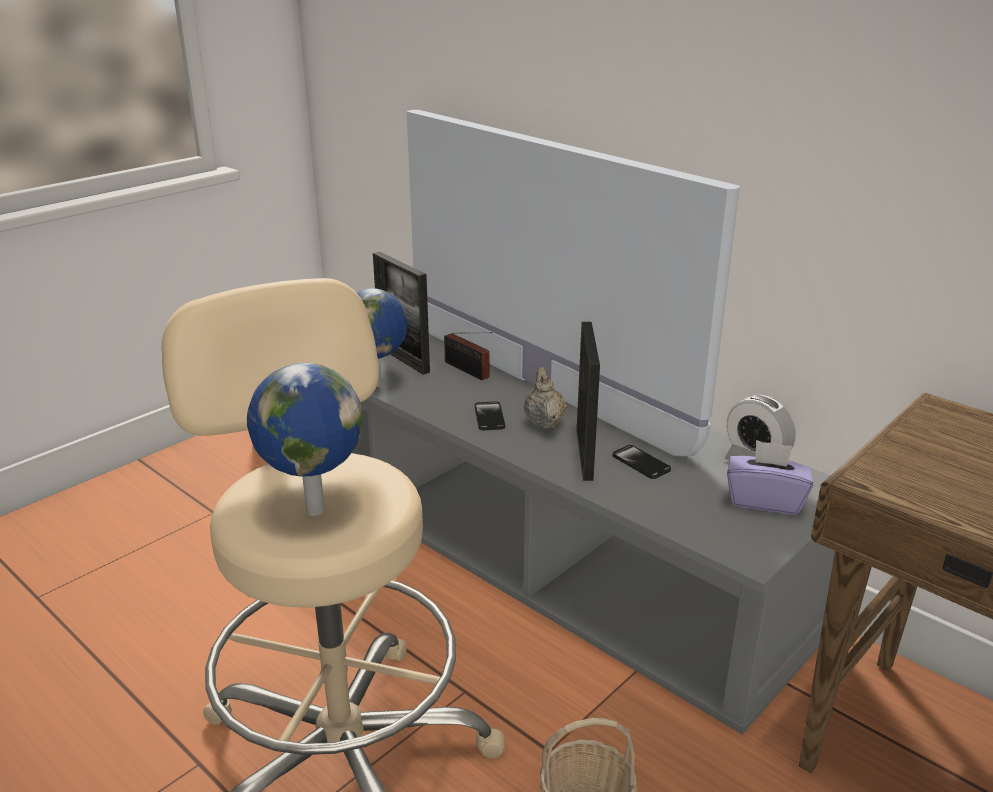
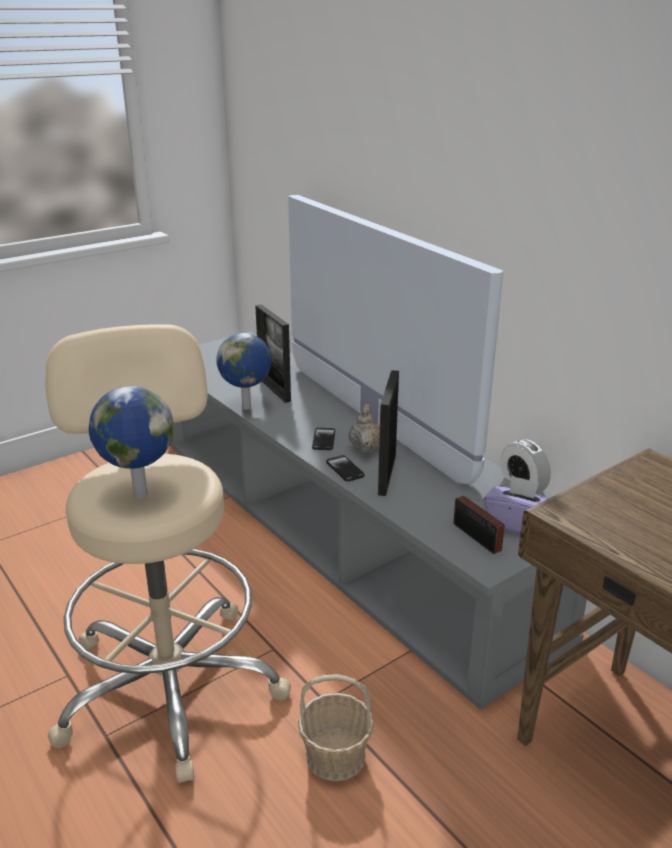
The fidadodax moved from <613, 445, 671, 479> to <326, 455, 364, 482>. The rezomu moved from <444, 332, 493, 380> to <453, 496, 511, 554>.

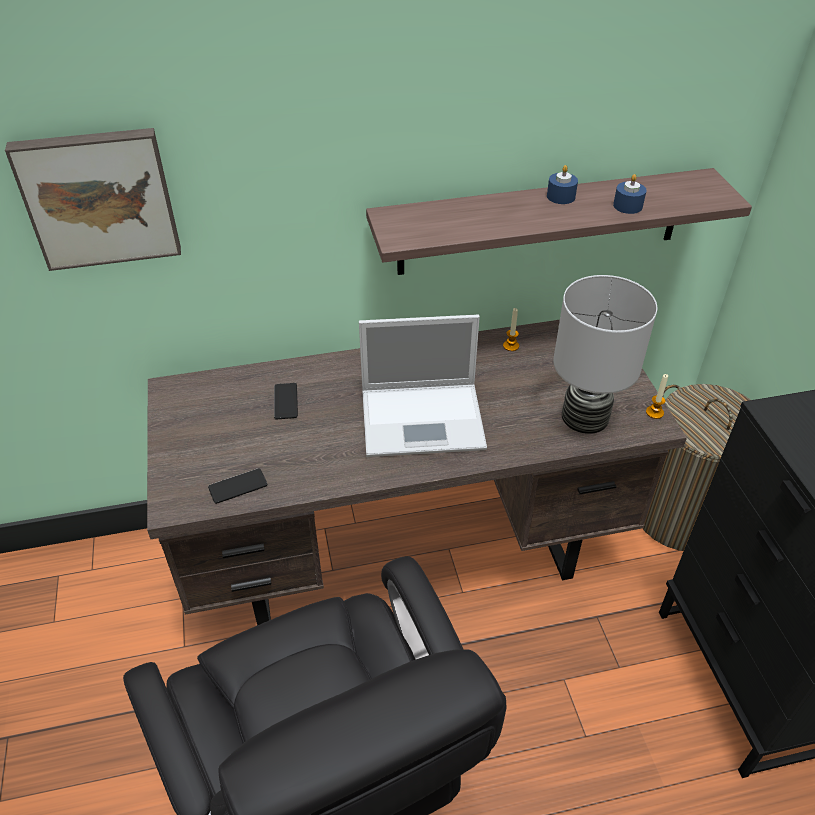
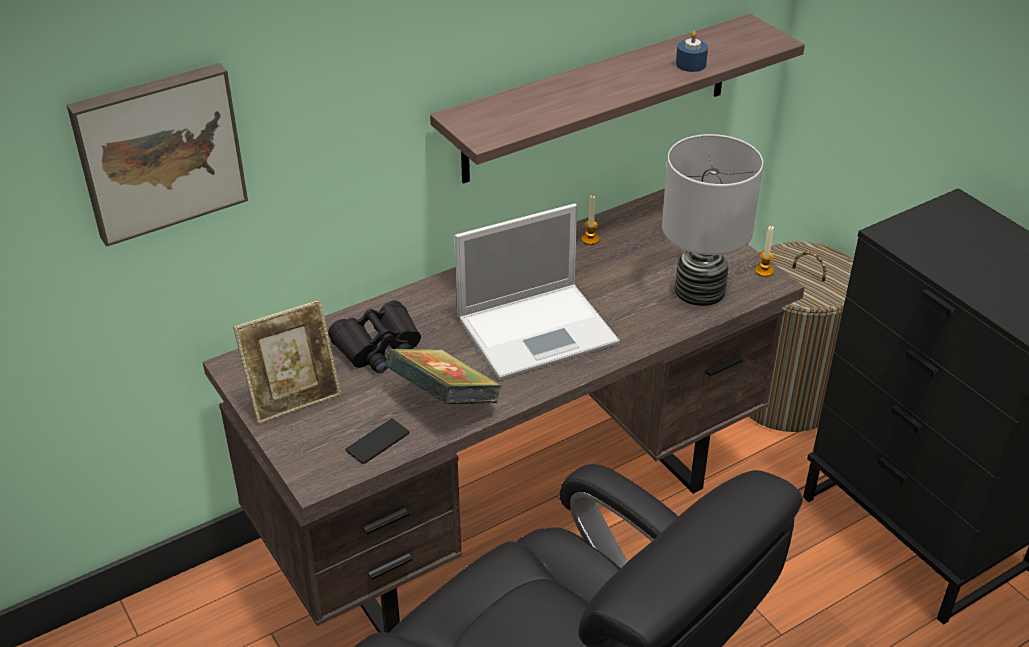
The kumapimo at <233, 300, 341, 424> appeared. The fidadodax at <274, 383, 298, 420> was replaced by the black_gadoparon at <328, 301, 421, 373>. The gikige at <385, 348, 502, 404> appeared. The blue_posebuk at <547, 165, 578, 204> disappeared.

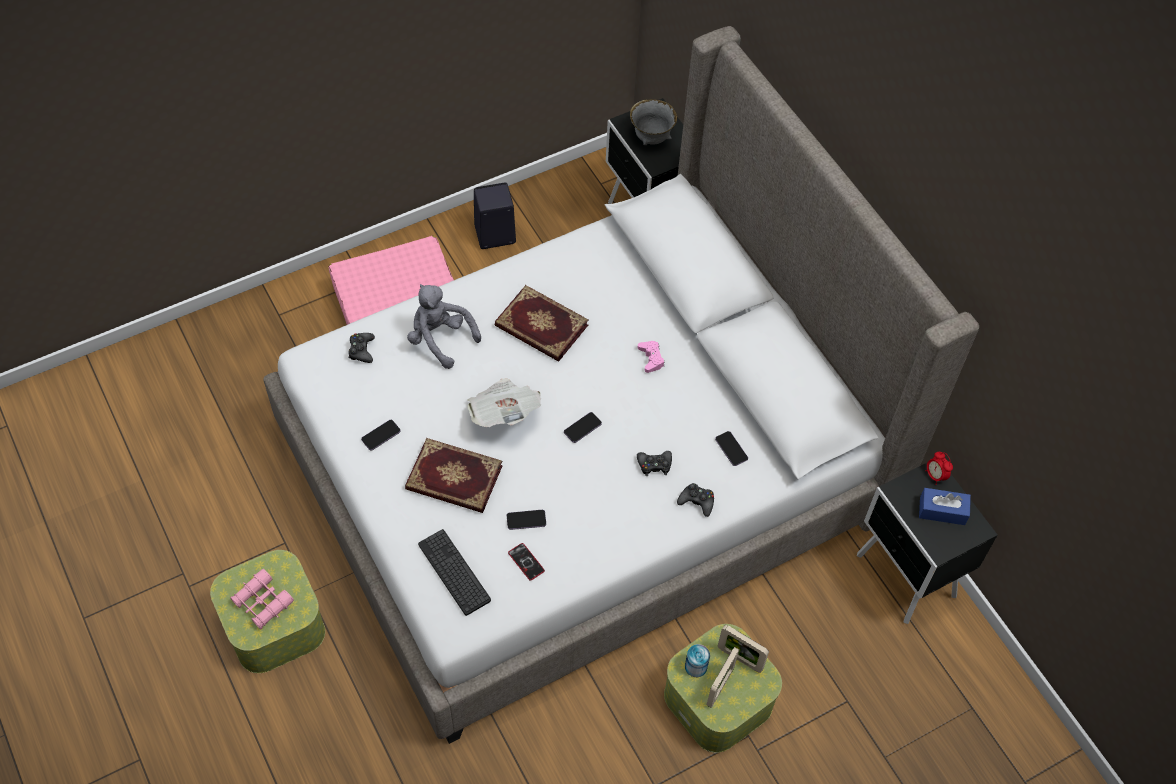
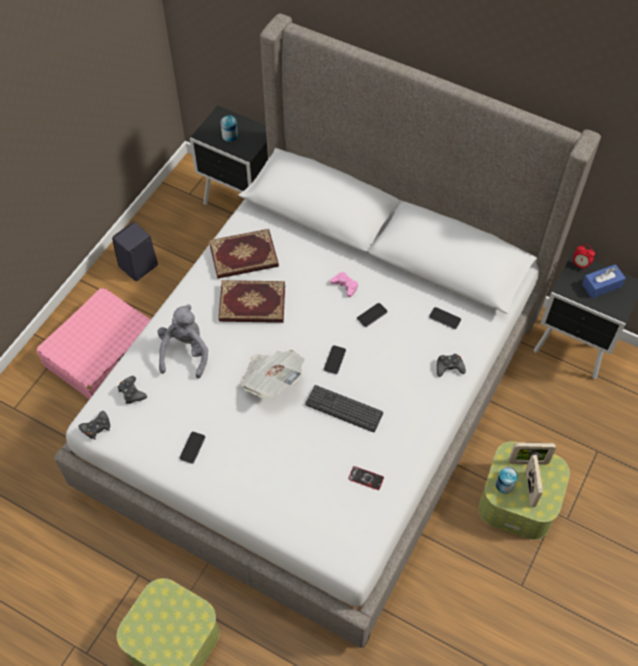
The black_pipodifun moved from <637, 451, 672, 476> to <78, 411, 110, 440>. The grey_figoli at <407, 284, 481, 369> turned 90 degrees clockwise. The gikige moved from <405, 438, 503, 513> to <209, 229, 279, 279>. The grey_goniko at <630, 99, 677, 145> was replaced by the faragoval at <221, 115, 238, 142>. The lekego moved from <418, 529, 491, 616> to <305, 385, 383, 432>. The fidadodax moved from <507, 510, 546, 530> to <357, 303, 387, 327>. The pink_gadoparon at <230, 569, 294, 629> disappeared.

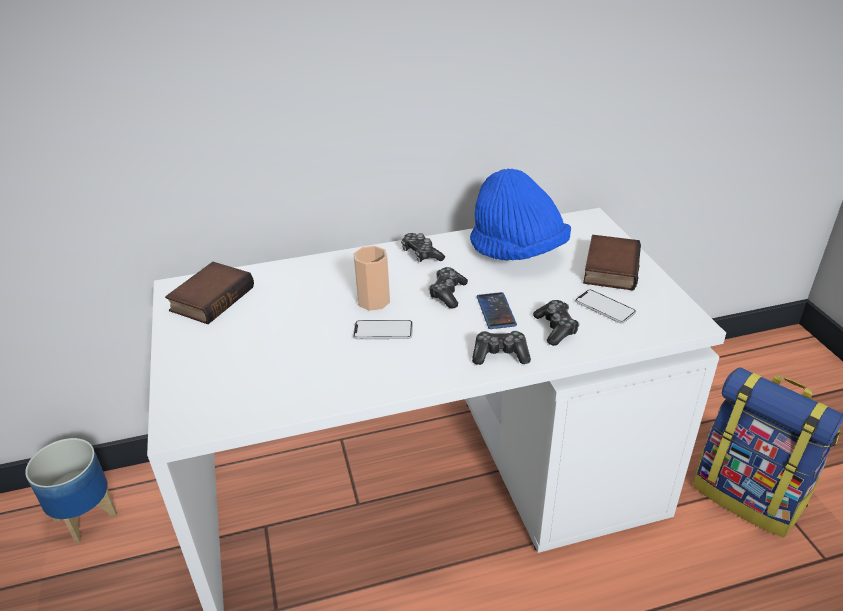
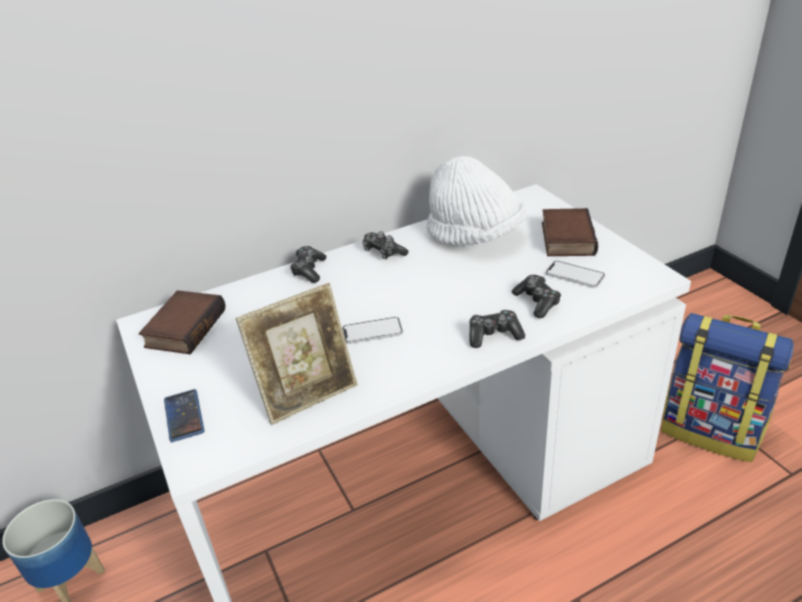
The fidadodax moved from <477, 292, 517, 329> to <164, 389, 205, 442>. The kumapimo at <236, 283, 357, 425> appeared. The pipodifun moved from <429, 267, 468, 309> to <290, 246, 326, 283>. The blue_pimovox at <470, 169, 571, 260> became the white_pimovox at <426, 156, 526, 246>. The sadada at <353, 246, 390, 311> disappeared.

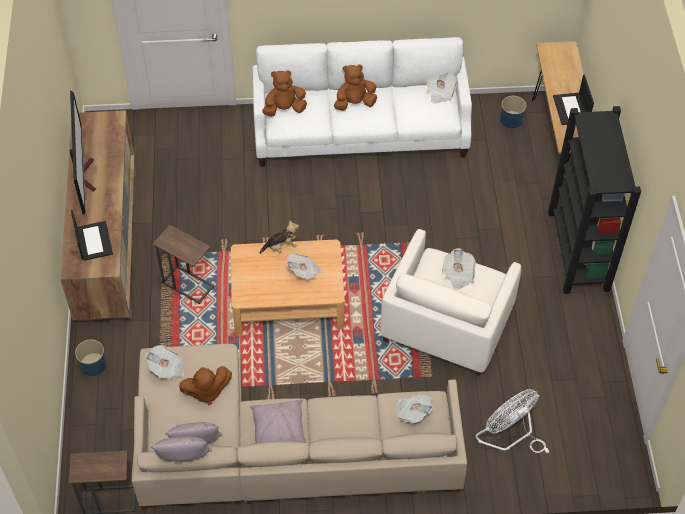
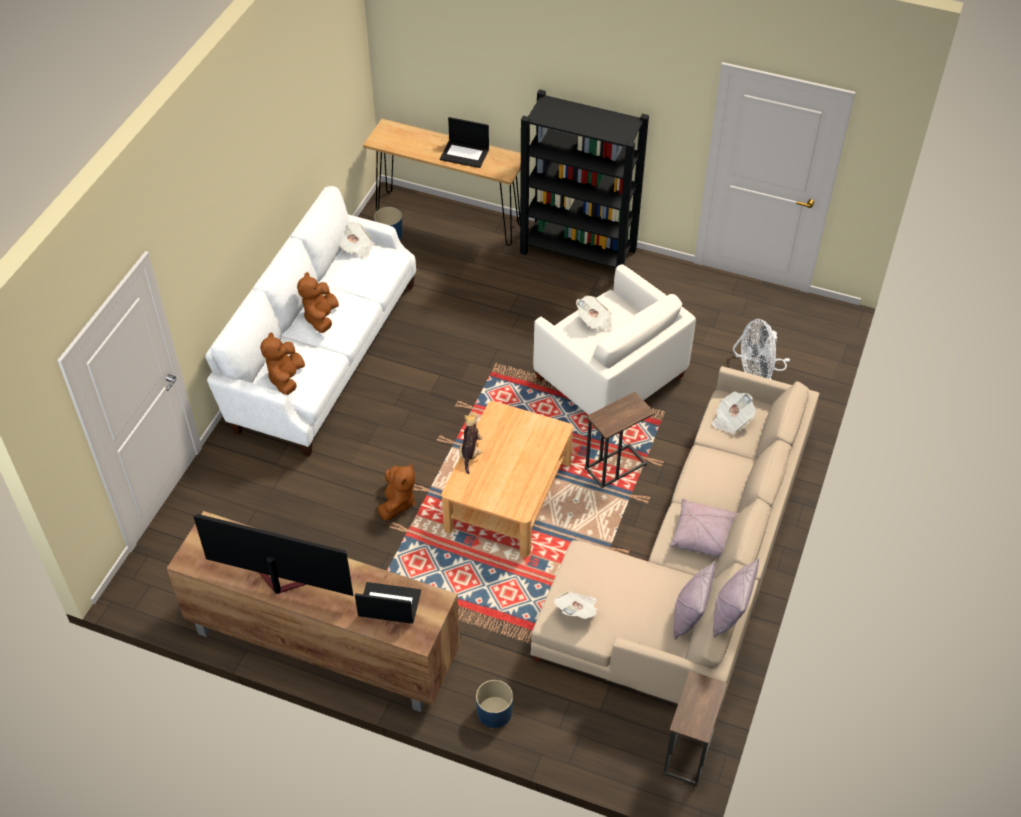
The brown_figoli moved from <179, 366, 232, 405> to <377, 463, 415, 520>. The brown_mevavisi moved from <153, 225, 214, 304> to <585, 392, 655, 488>. The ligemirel at <286, 253, 323, 280> disappeared.

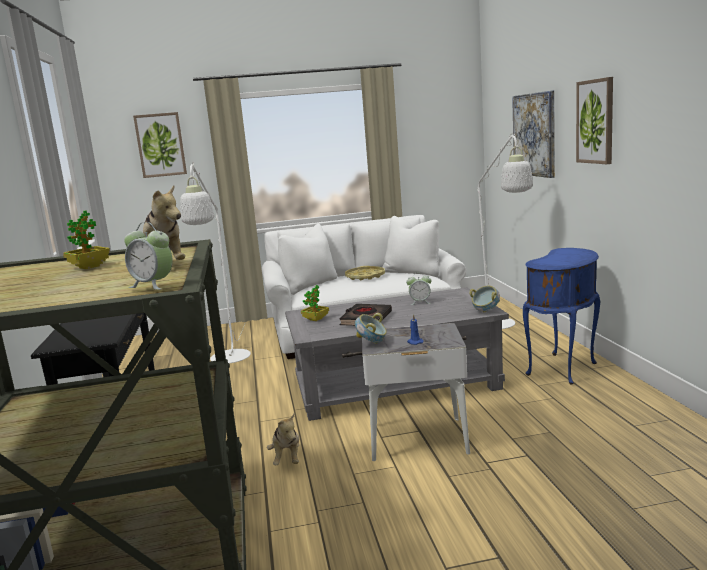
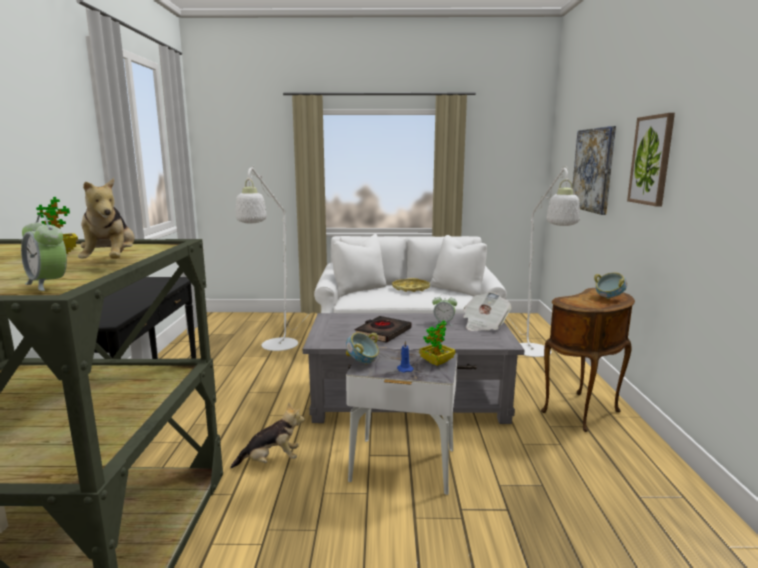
The figoli at <267, 414, 299, 465> turned 105 degrees counterclockwise. The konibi moved from <301, 285, 329, 321> to <419, 320, 455, 366>. The ligemirel at <463, 292, 512, 331> appeared. The blue_mevavisi at <523, 248, 600, 385> became the brown_mevavisi at <541, 288, 635, 432>. The goniko moved from <469, 286, 500, 313> to <594, 272, 627, 299>. The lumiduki at <133, 112, 187, 178> disappeared.

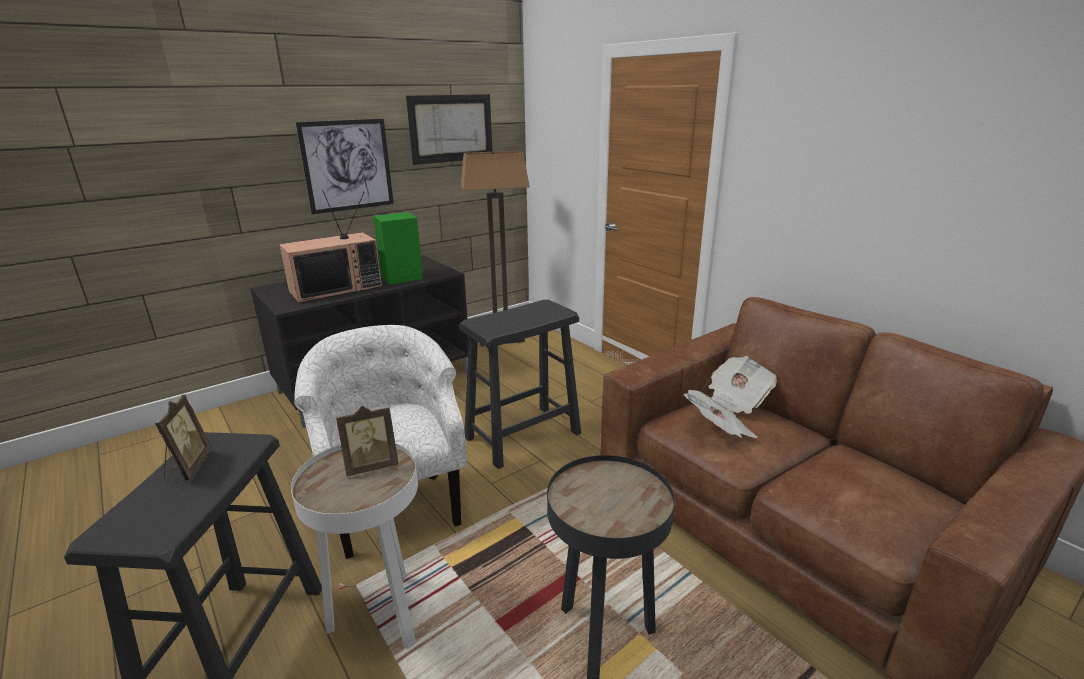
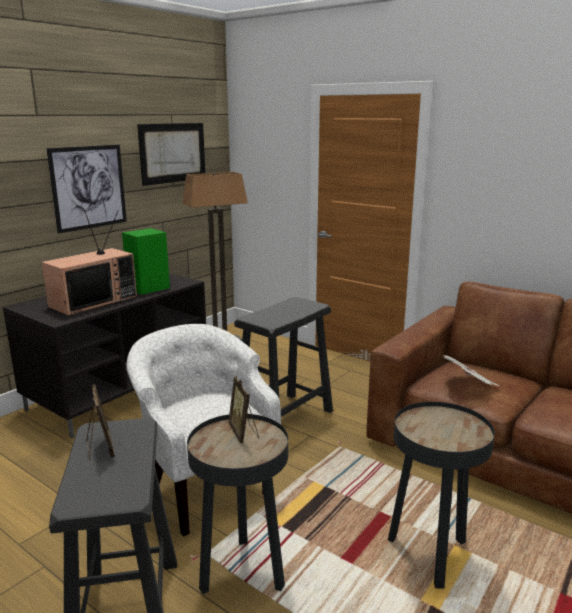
The white_mevavisi at <291, 443, 418, 649> became the black_mevavisi at <187, 414, 288, 594>. The kumapimo at <336, 406, 398, 476> turned 105 degrees clockwise. The ligemirel at <709, 356, 777, 414> disappeared.

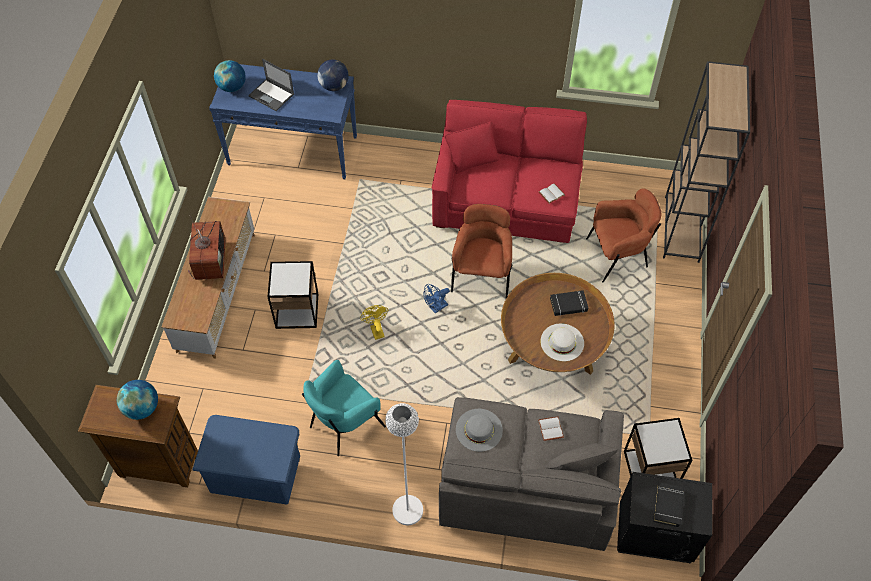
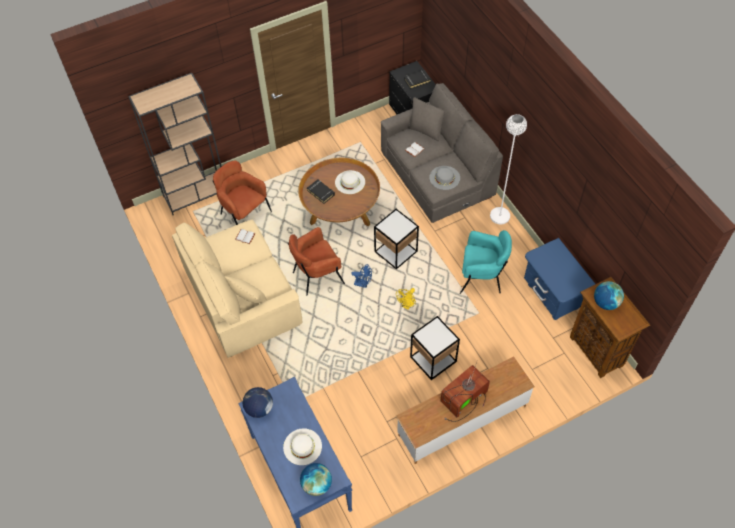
The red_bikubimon at <432, 100, 587, 243> became the beige_bikubimon at <172, 220, 302, 358>. The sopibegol at <248, 59, 294, 111> was replaced by the white_pimovox at <283, 428, 322, 465>. The mevavisi moved from <624, 418, 692, 479> to <374, 209, 419, 269>.

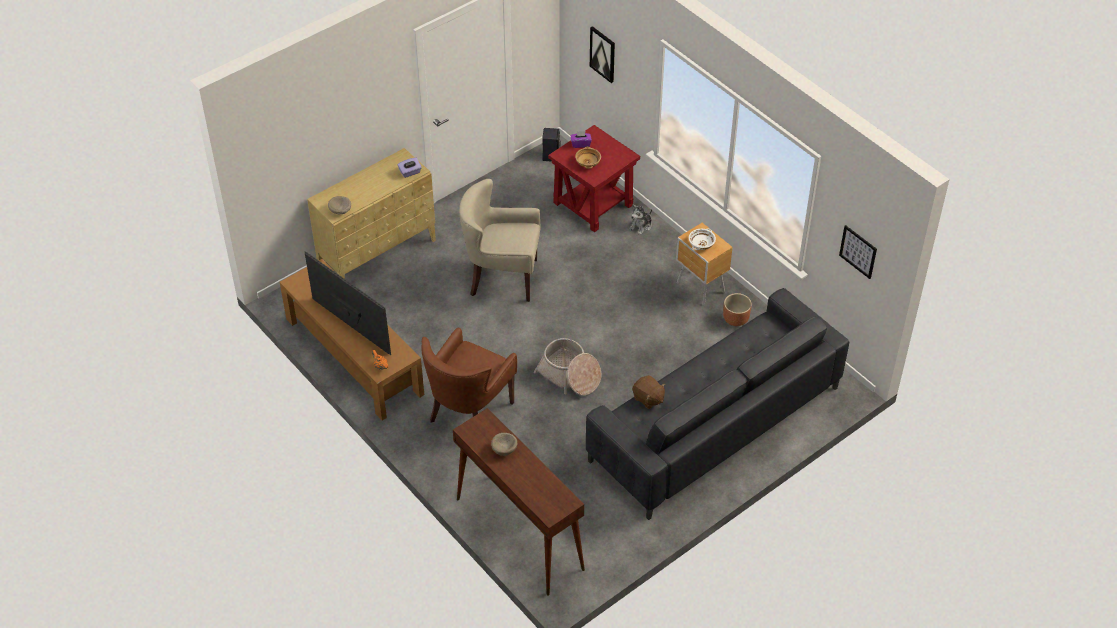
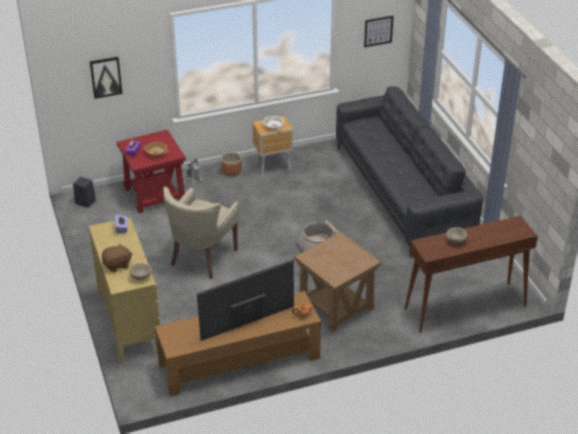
The brown_figoli moved from <632, 375, 666, 409> to <102, 244, 132, 272>. The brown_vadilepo moved from <723, 293, 752, 326> to <221, 152, 242, 176>. The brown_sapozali at <422, 328, 517, 422> was replaced by the brown_mevavisi at <294, 232, 381, 332>.

